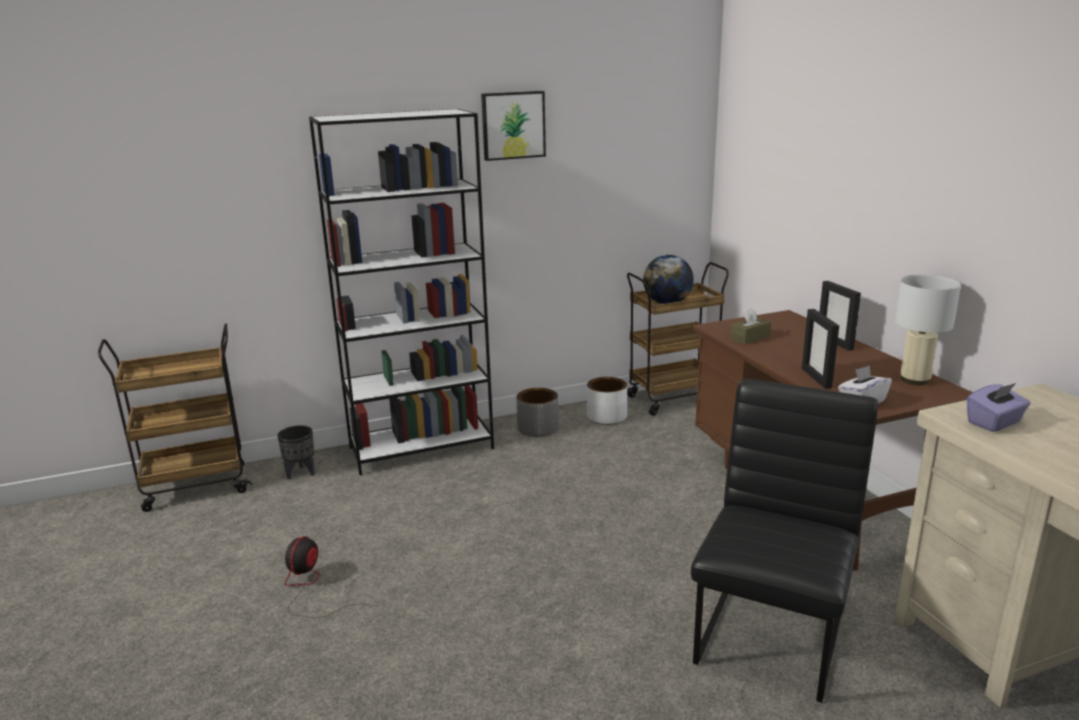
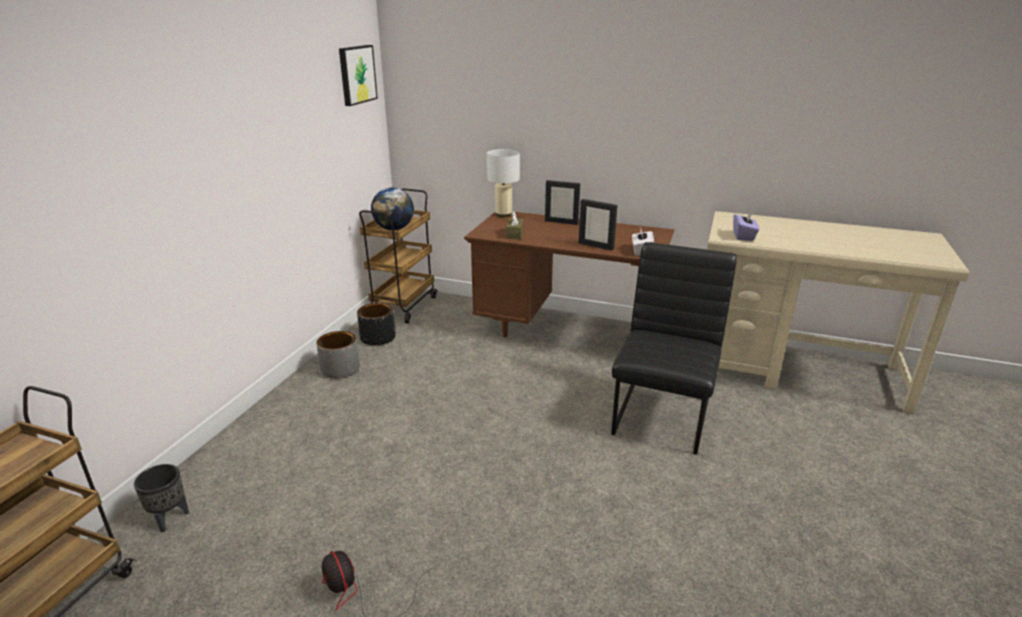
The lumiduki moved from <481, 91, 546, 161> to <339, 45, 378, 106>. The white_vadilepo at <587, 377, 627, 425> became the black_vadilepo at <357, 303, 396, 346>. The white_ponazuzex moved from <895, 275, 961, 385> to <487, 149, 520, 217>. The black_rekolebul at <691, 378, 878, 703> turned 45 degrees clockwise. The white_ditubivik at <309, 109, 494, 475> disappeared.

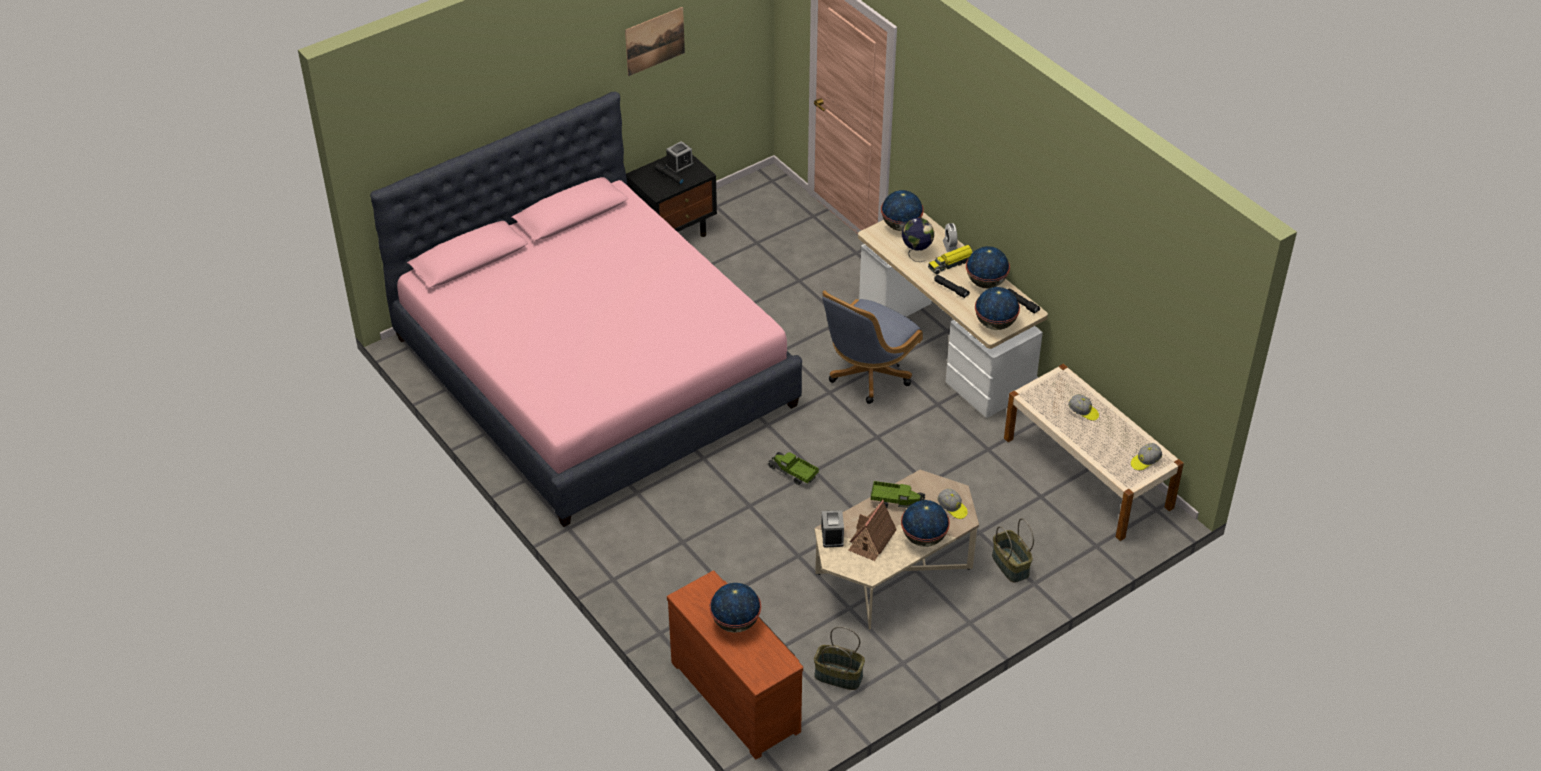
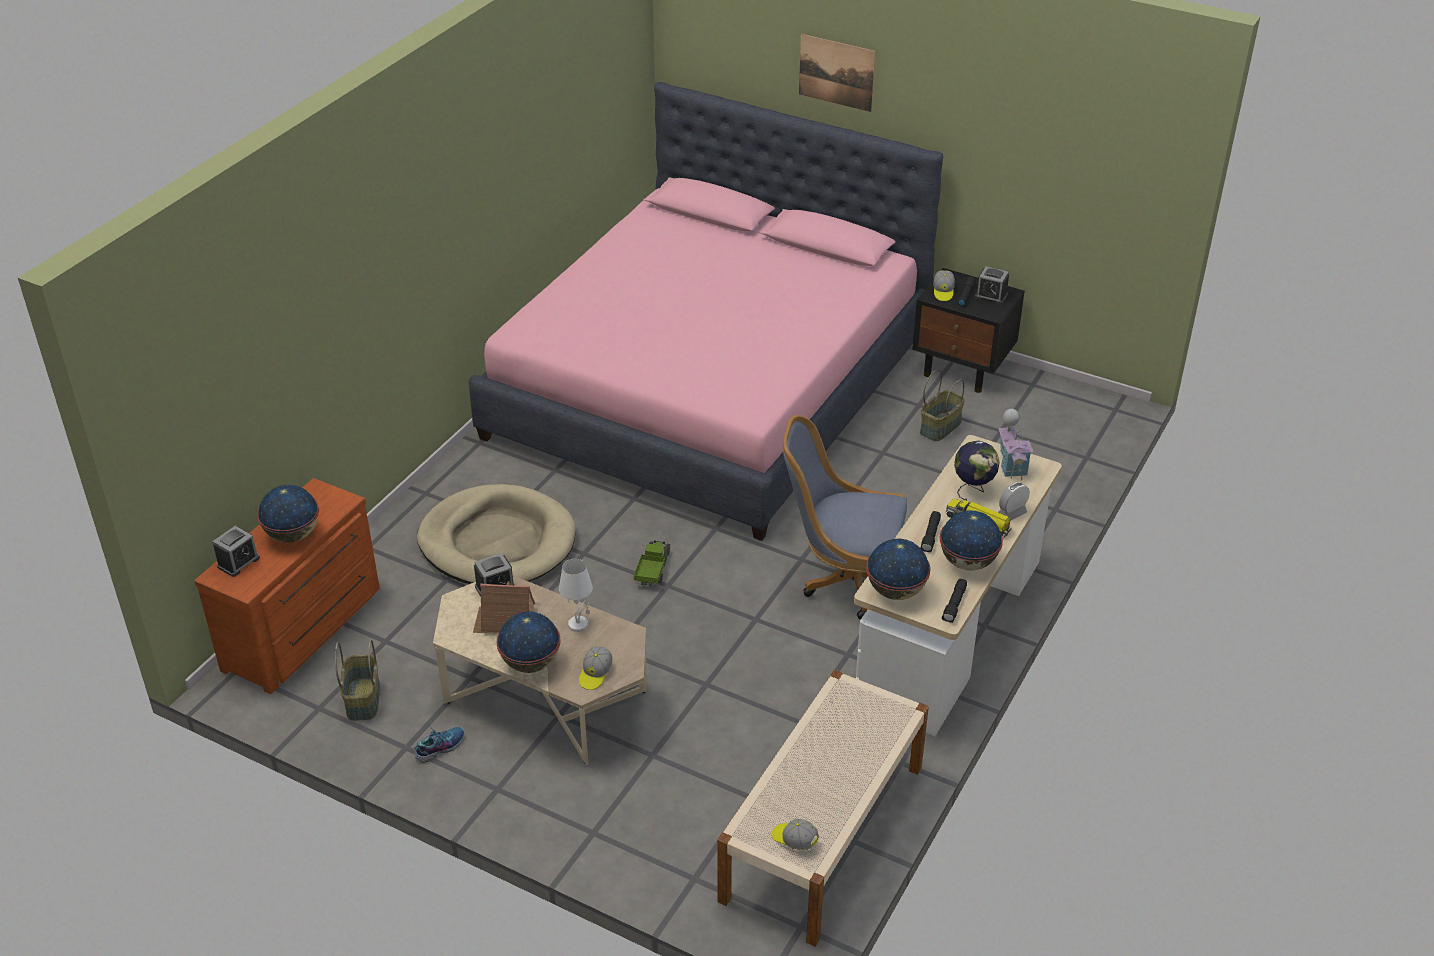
The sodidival at <213, 526, 260, 577> appeared. The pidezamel at <415, 726, 464, 763> appeared. The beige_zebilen at <417, 484, 576, 584> appeared. The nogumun at <870, 481, 926, 508> was replaced by the white_ponazuzex at <559, 559, 593, 632>. The lumiduki moved from <625, 7, 685, 76> to <799, 34, 876, 112>. The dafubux moved from <992, 518, 1034, 583> to <920, 369, 965, 441>. The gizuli moved from <1068, 394, 1099, 421> to <933, 270, 955, 301>. The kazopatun at <881, 190, 924, 231> was replaced by the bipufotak at <999, 409, 1033, 480>.

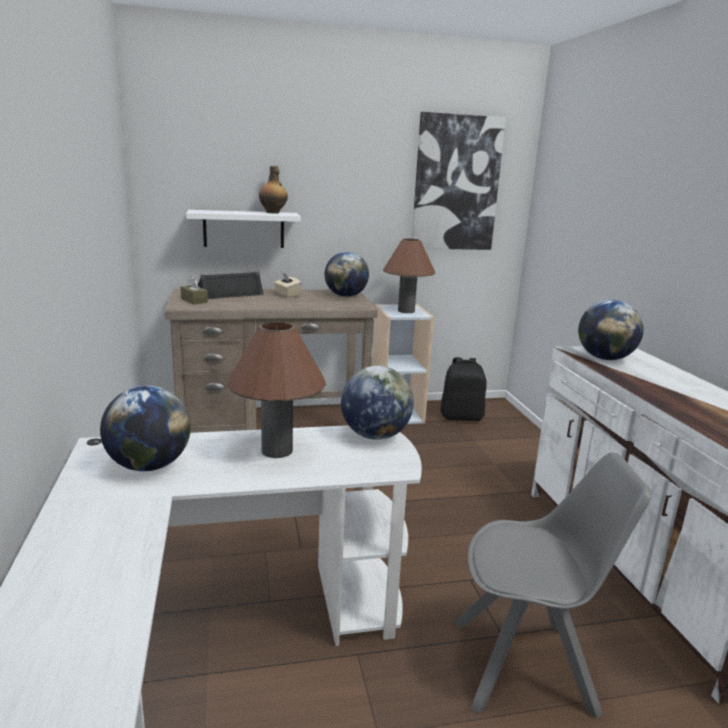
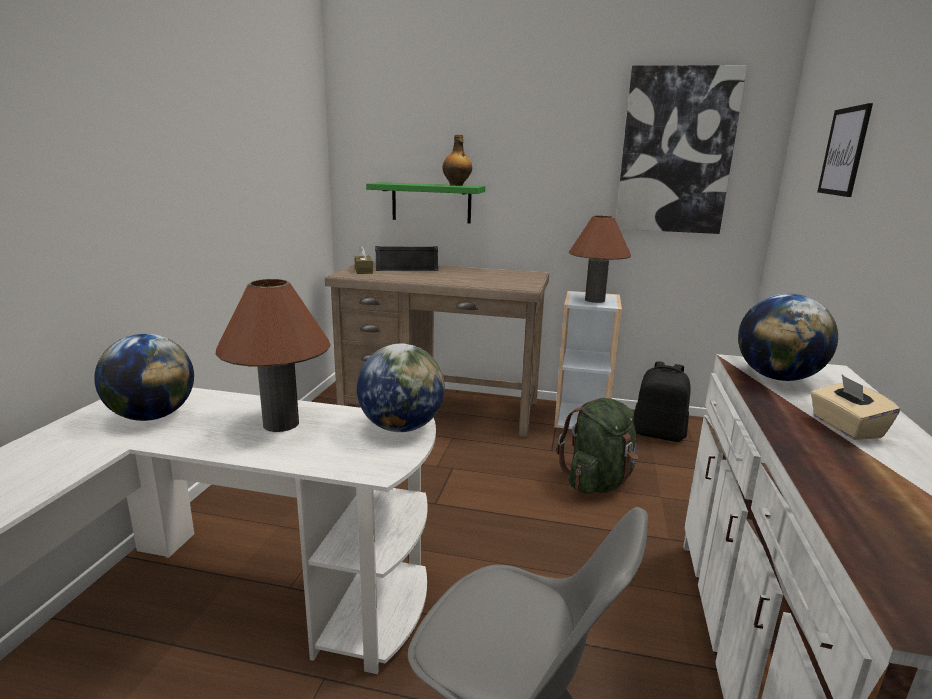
The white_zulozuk at <186, 210, 301, 248> became the green_zulozuk at <366, 182, 485, 224>. The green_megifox at <557, 398, 638, 494> appeared. The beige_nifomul moved from <274, 272, 302, 298> to <811, 375, 900, 440>. The lumiduki at <817, 103, 873, 197> appeared. The kazopatun at <325, 252, 369, 297> disappeared.

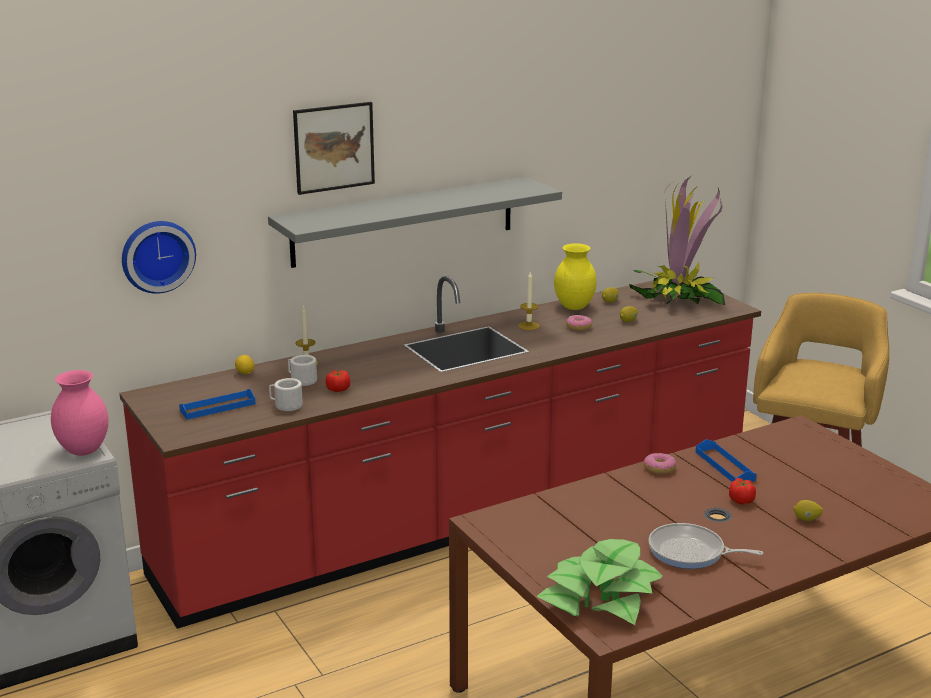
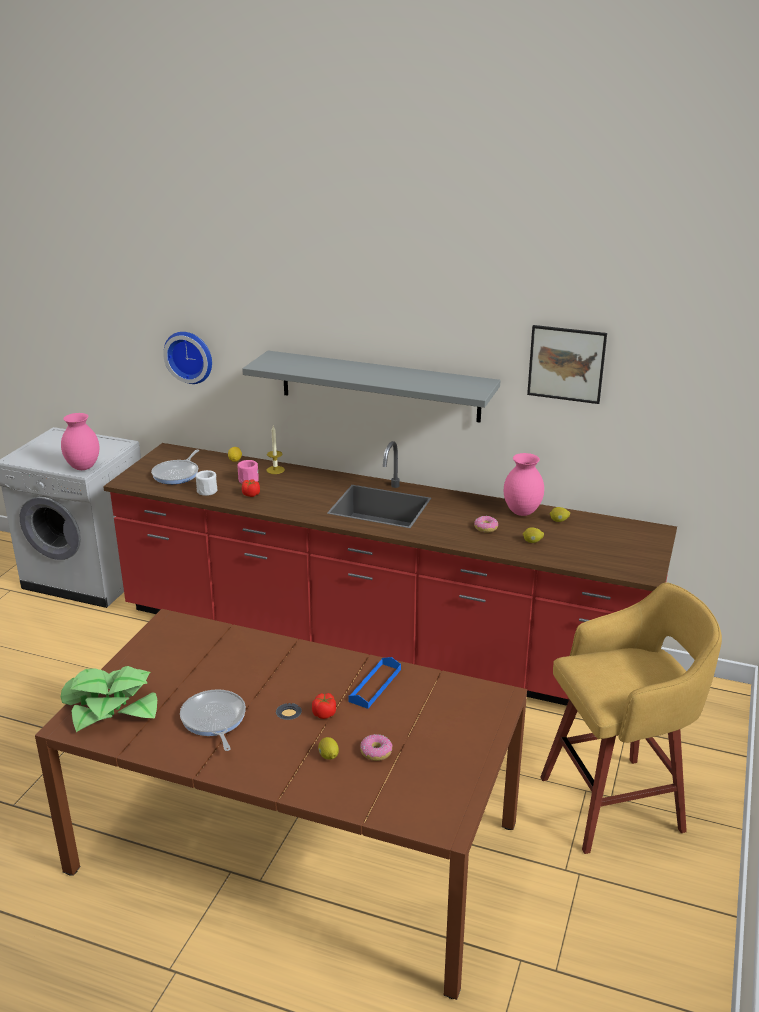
The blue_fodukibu at <179, 389, 255, 420> was replaced by the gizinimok at <151, 450, 199, 484>. The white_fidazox at <288, 355, 317, 386> became the pink_fidazox at <237, 460, 259, 483>. The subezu moved from <644, 453, 676, 474> to <360, 734, 393, 761>. The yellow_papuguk at <554, 243, 597, 310> became the pink_papuguk at <504, 453, 544, 516>. The lumiduki moved from <293, 102, 375, 195> to <527, 325, 607, 404>. The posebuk at <518, 272, 540, 330> disappeared. The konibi at <629, 176, 725, 305> disappeared.

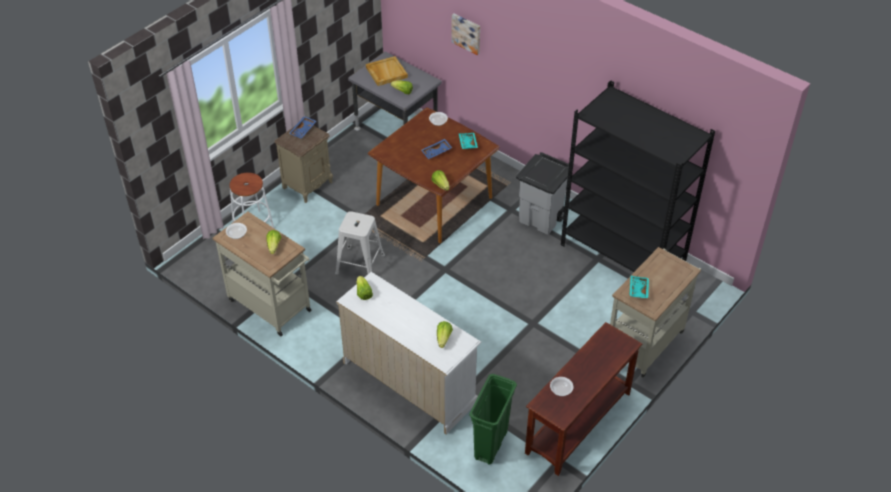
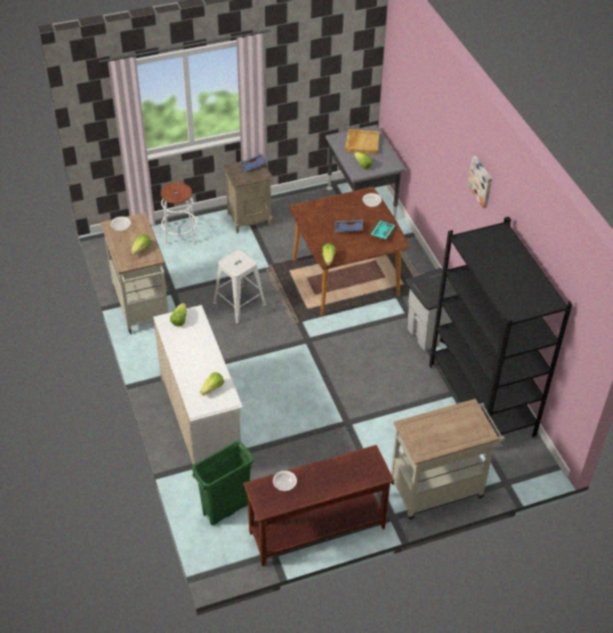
The lumiduki moved from <451, 13, 480, 55> to <467, 156, 492, 208>. The turquoise_fodukibu at <629, 276, 649, 299> disappeared.

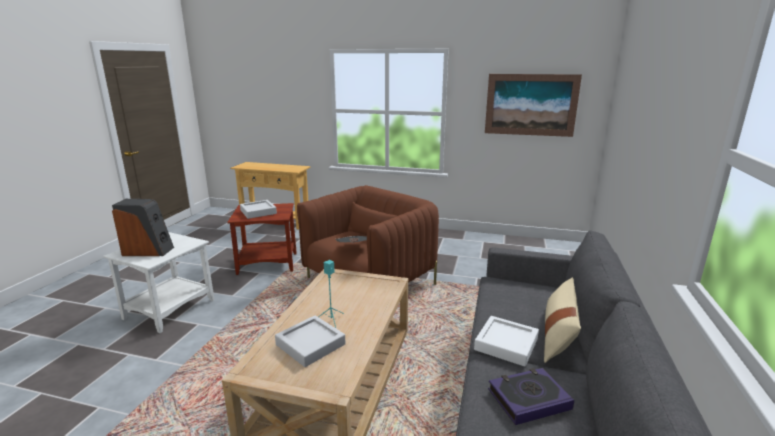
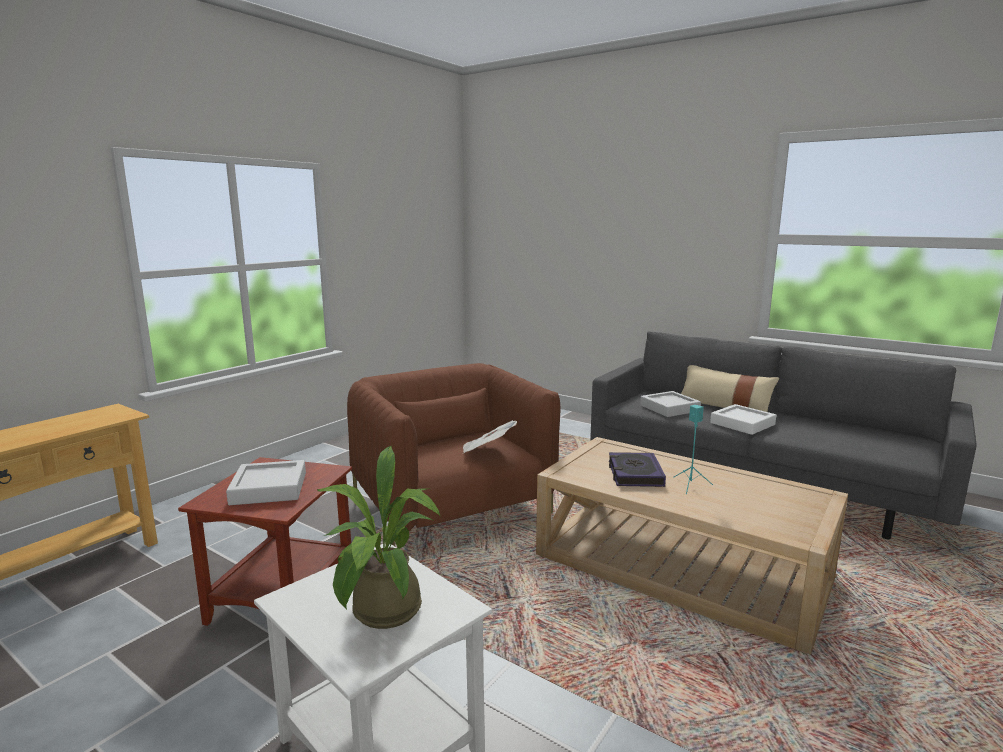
The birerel at <112, 199, 174, 256> was replaced by the konibi at <317, 446, 441, 629>. The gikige moved from <488, 368, 574, 425> to <609, 452, 666, 487>. The grey_fodukibu moved from <275, 315, 346, 367> to <640, 391, 701, 417>. The lumiduki at <485, 74, 582, 137> disappeared.

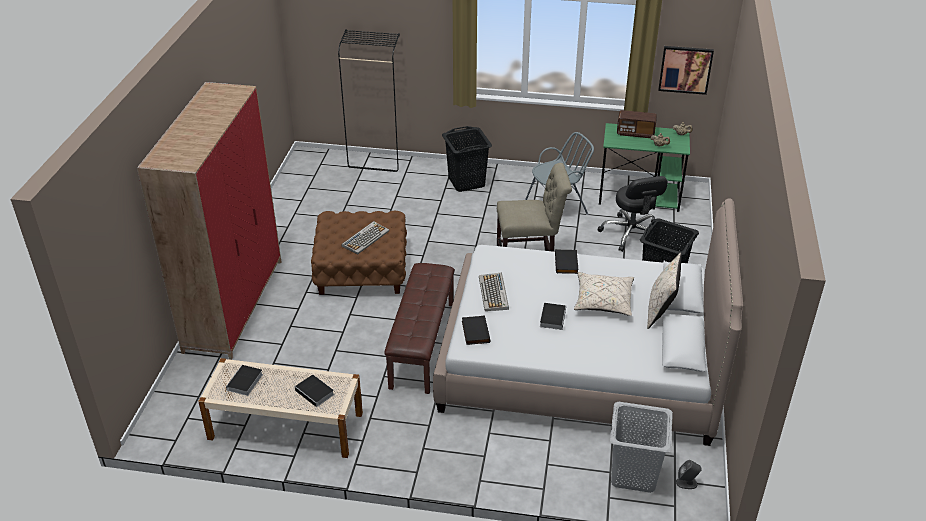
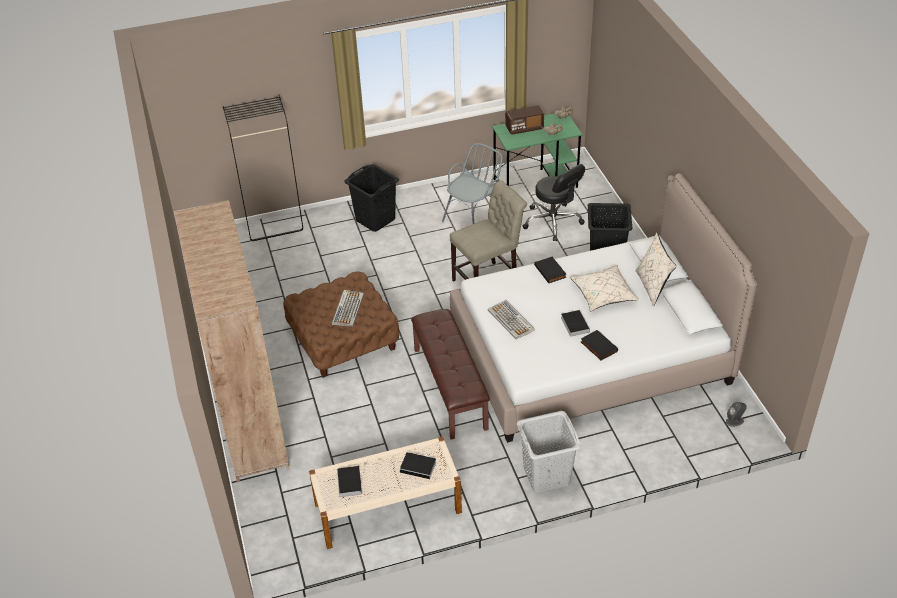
The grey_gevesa moved from <610, 402, 673, 493> to <517, 411, 581, 493>. The black_gikige moved from <462, 315, 490, 345> to <581, 330, 618, 360>. The lumiduki at <658, 46, 714, 95> disappeared.

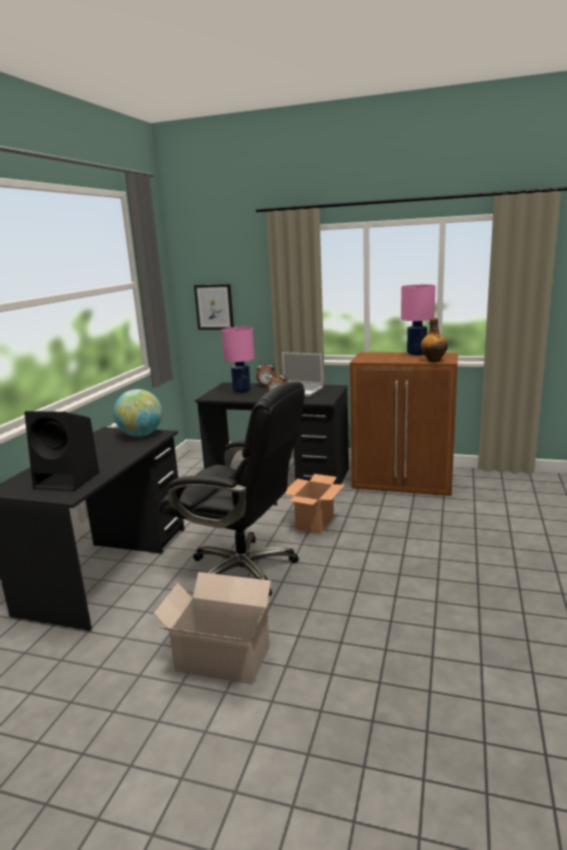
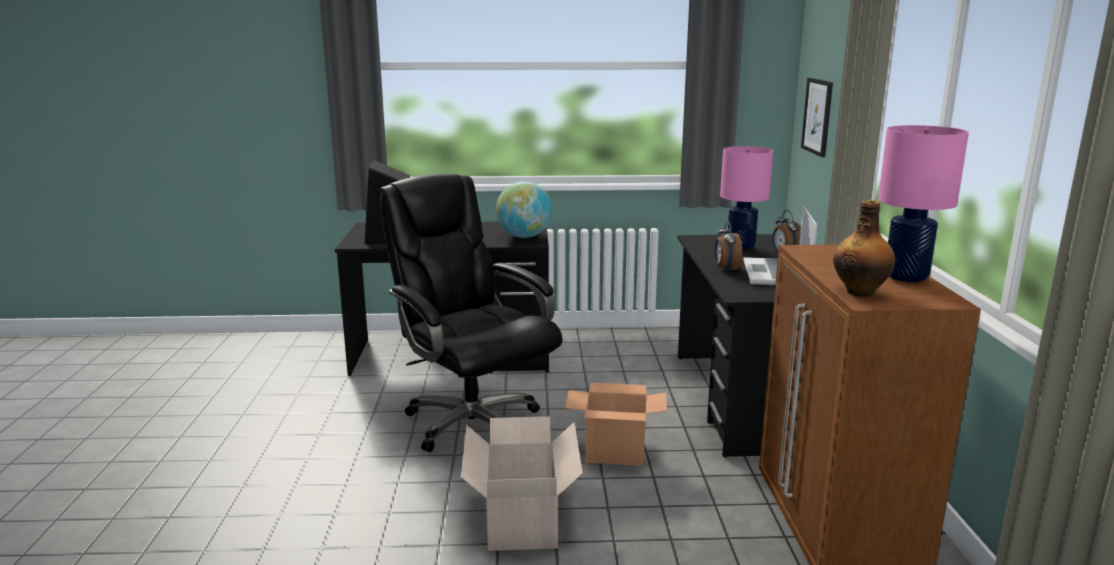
The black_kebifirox at <158, 382, 305, 596> turned 135 degrees clockwise. The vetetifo moved from <154, 572, 274, 685> to <461, 416, 583, 551>.

